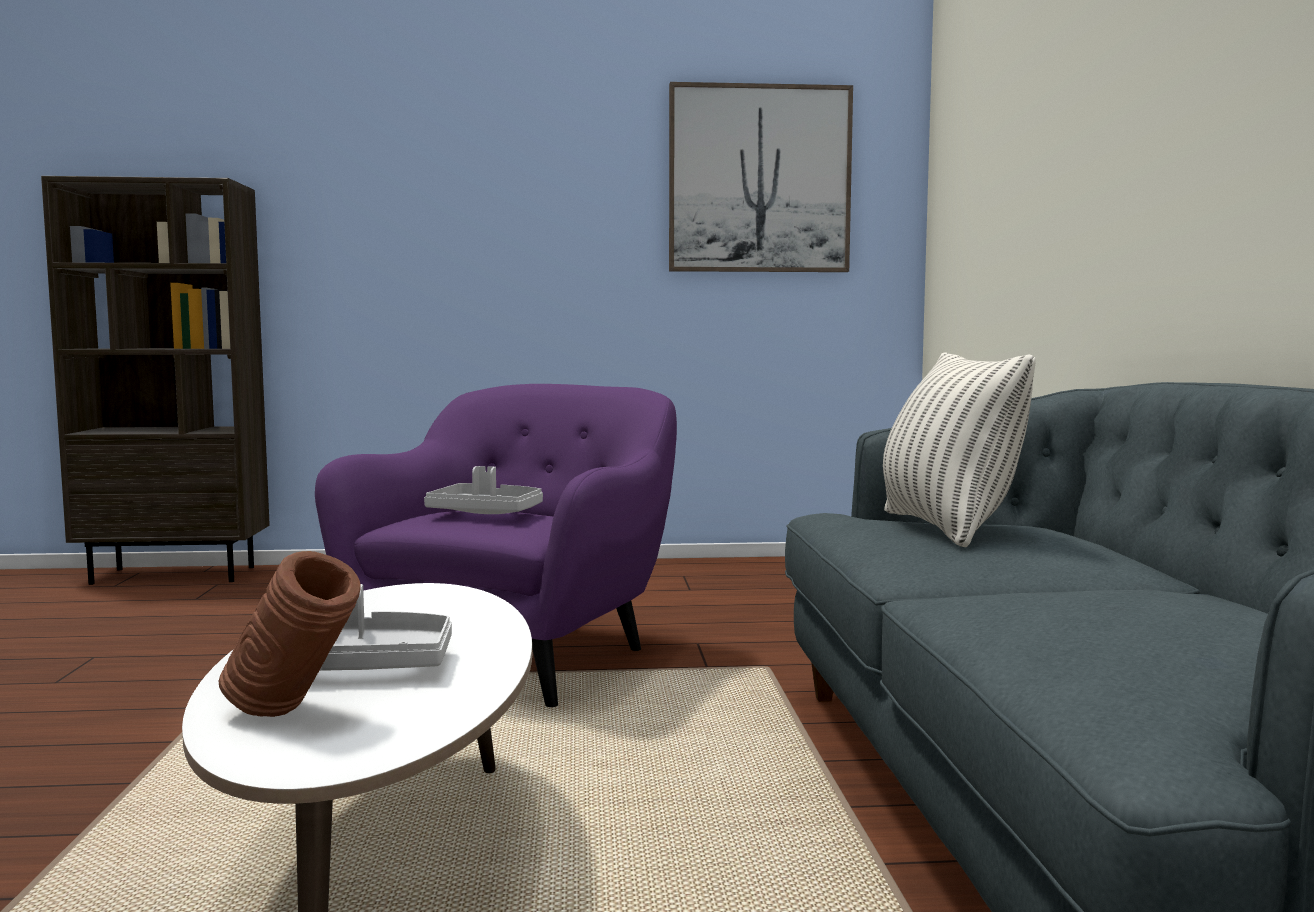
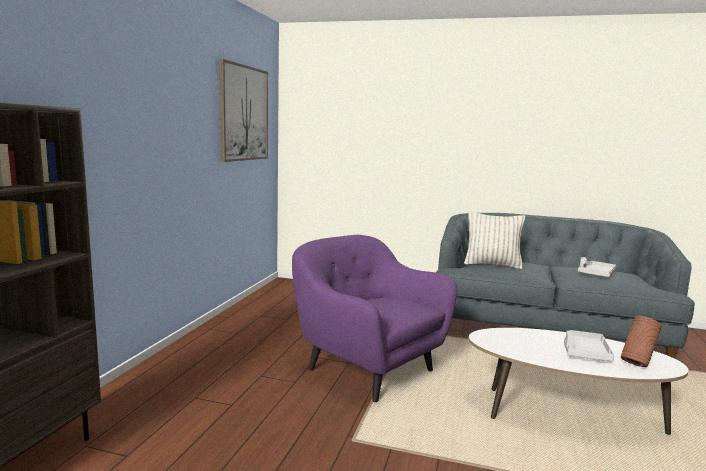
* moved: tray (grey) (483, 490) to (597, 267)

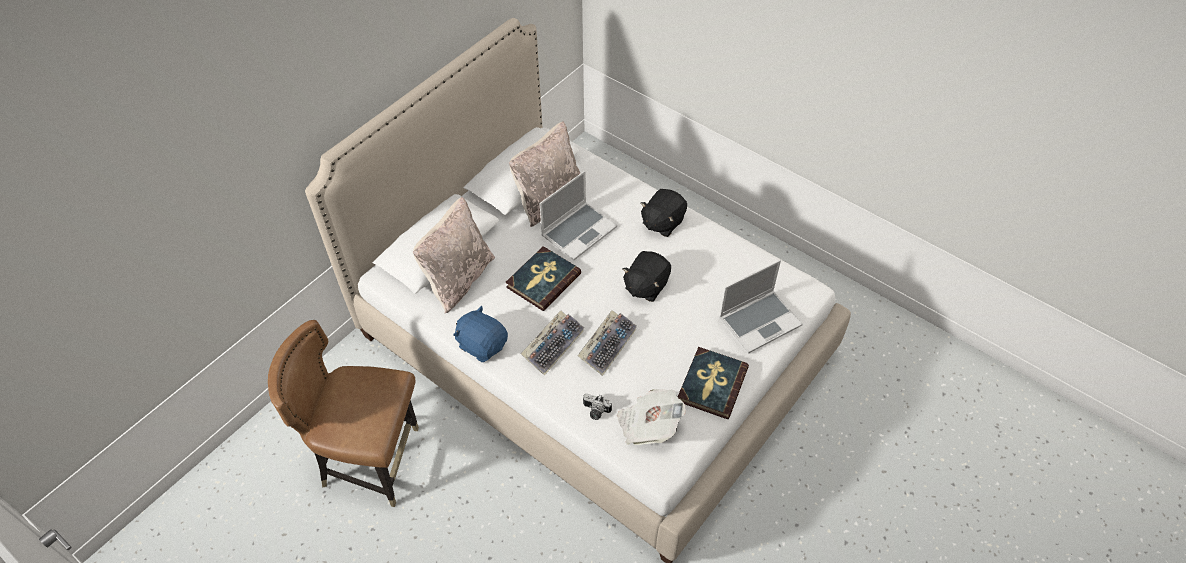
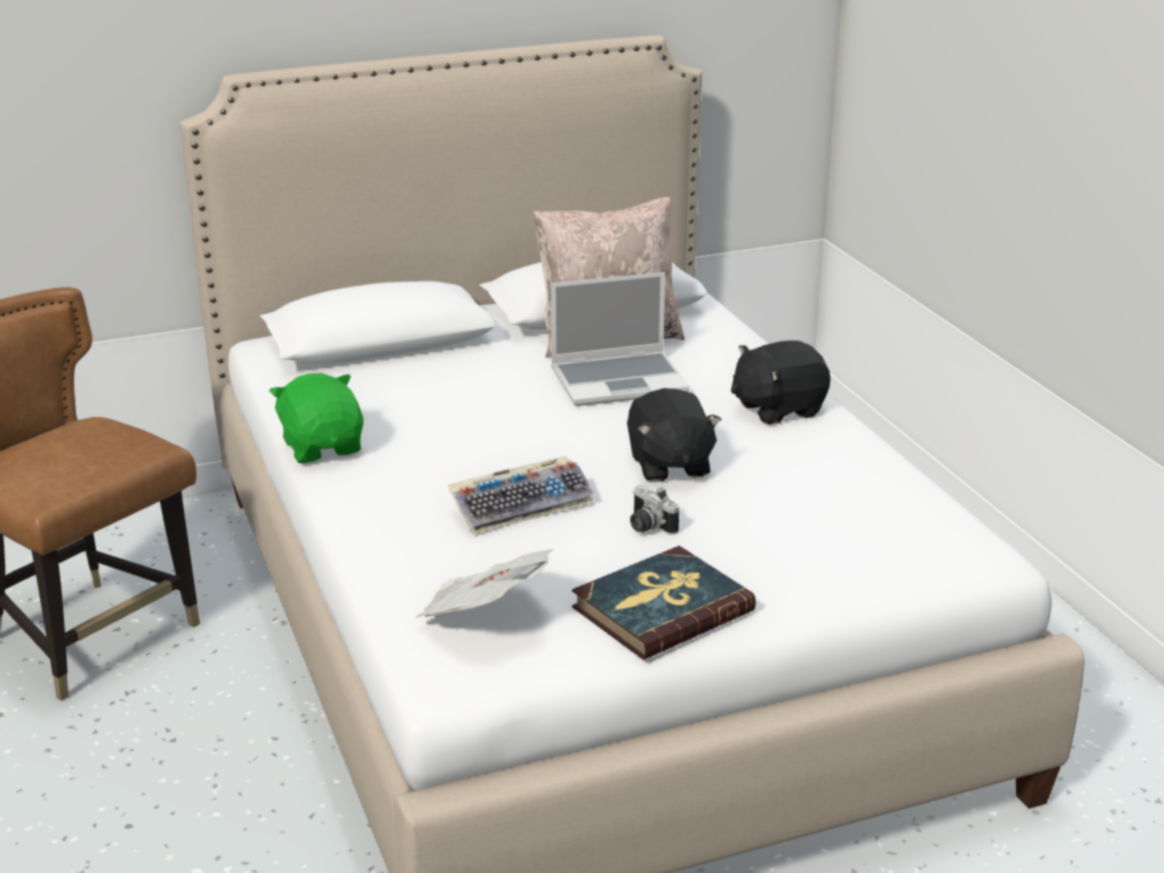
* removed: pillow (beige) (454, 255)
* recoloured: plush toy (blue) (480, 333) to plush toy (green) (316, 418)
* removed: book (543, 278)
* removed: keyboard (552, 343)
* moved: photo camera (597, 406) to (654, 510)
* turned: plush toy (black) (646, 276) = (674, 435) 75 degrees counterclockwise
* removed: laptop (761, 306)

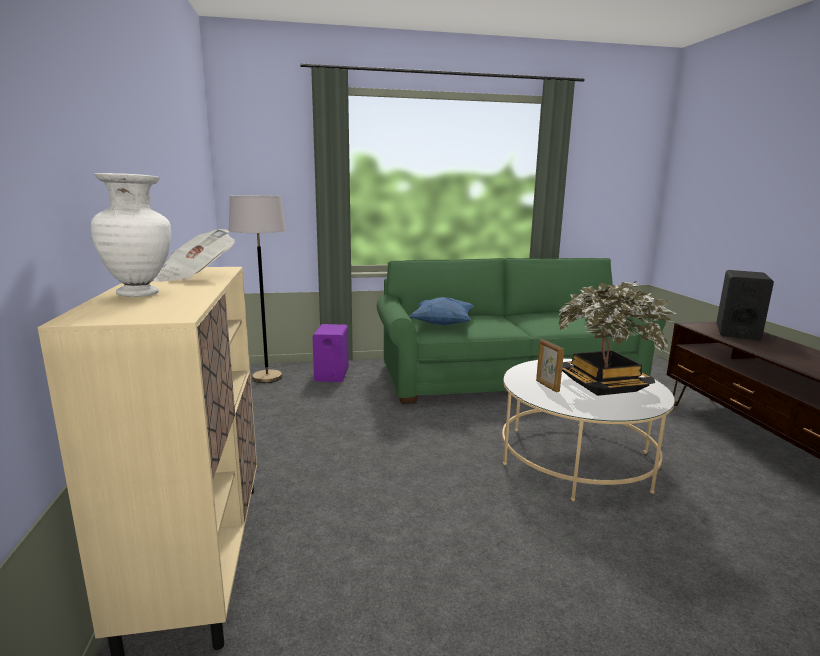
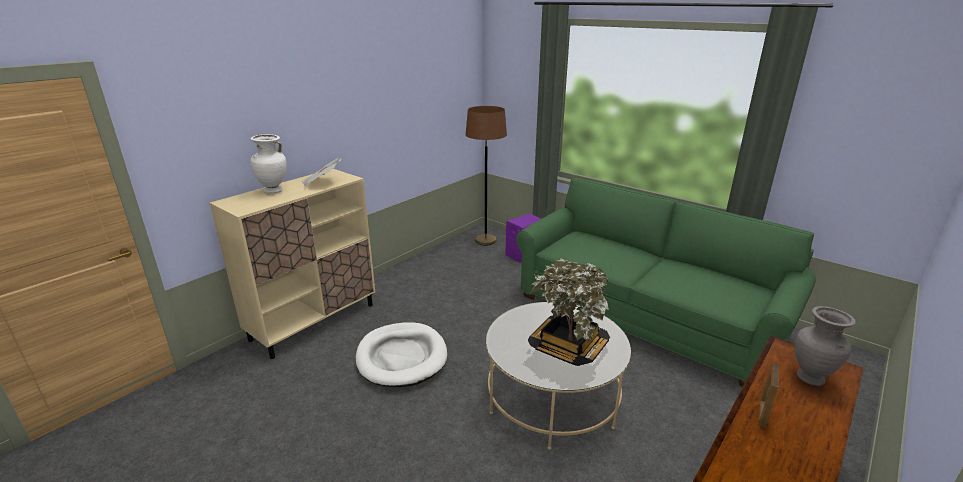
* recoloured: floor lamp (grey) (257, 289) to floor lamp (brown) (486, 175)
* removed: pillow (blue) (441, 311)
* moved: picture frame (550, 365) to (769, 395)
* replaced: speaker (black) (745, 305) to vase (grey) (825, 346)
* added: dog bed (white) (401, 355)

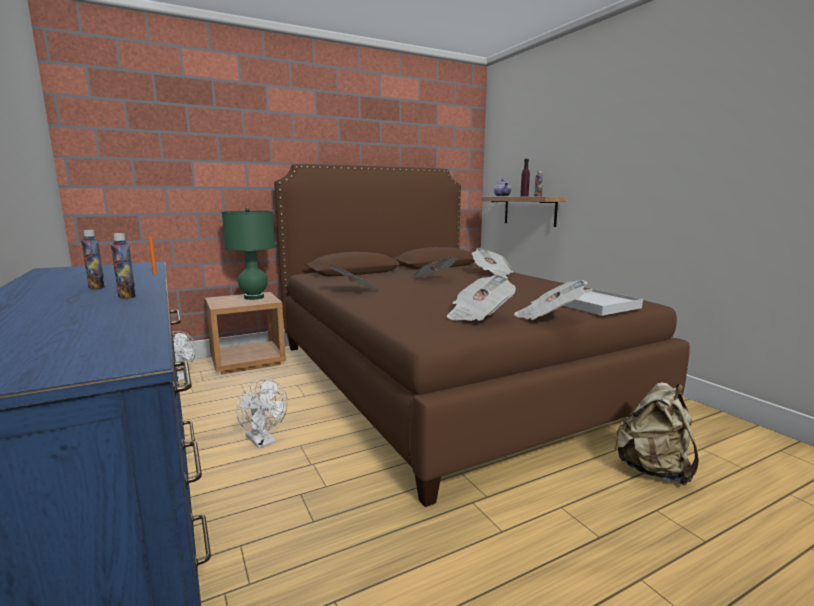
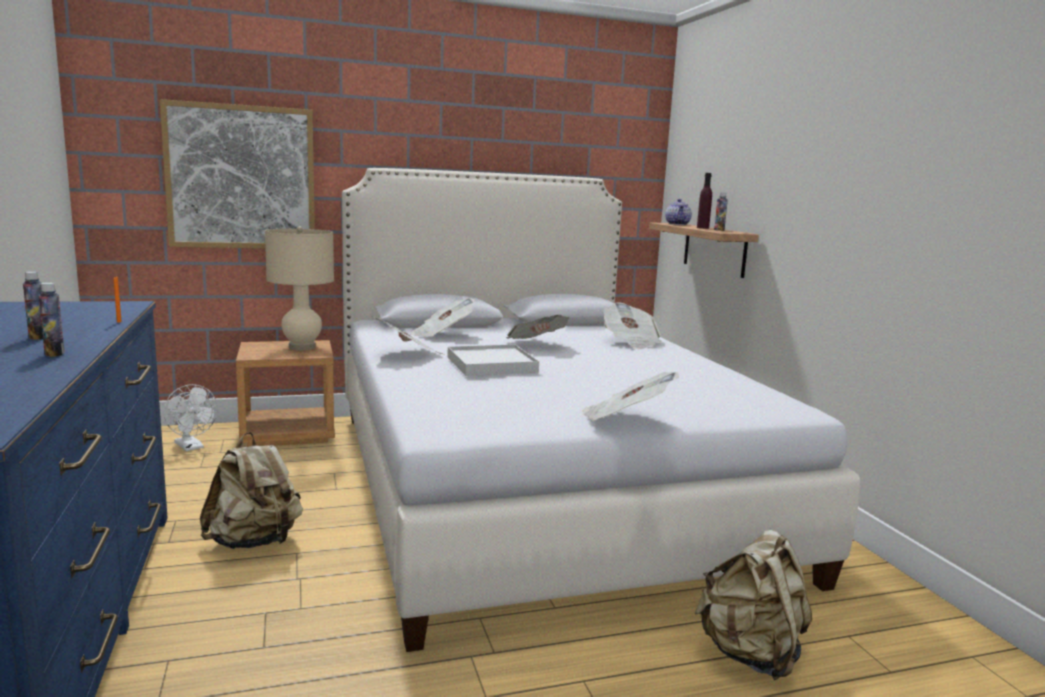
* recoloured: table lamp (green) (248, 254) to table lamp (beige) (299, 288)
* replaced: fan (white) (262, 413) to backpack (beige) (251, 490)
* recoloured: bed (brown) (482, 335) to bed (white) (601, 410)
* moved: newspaper (481, 298) to (442, 317)
* moved: tray (white) (603, 302) to (493, 360)
* added: picture (237, 173)

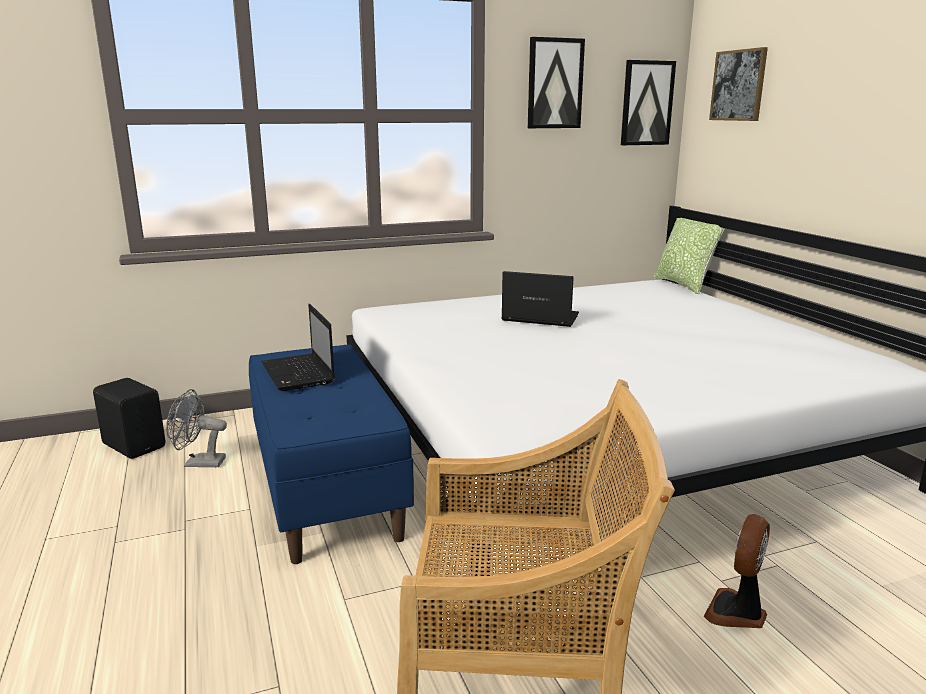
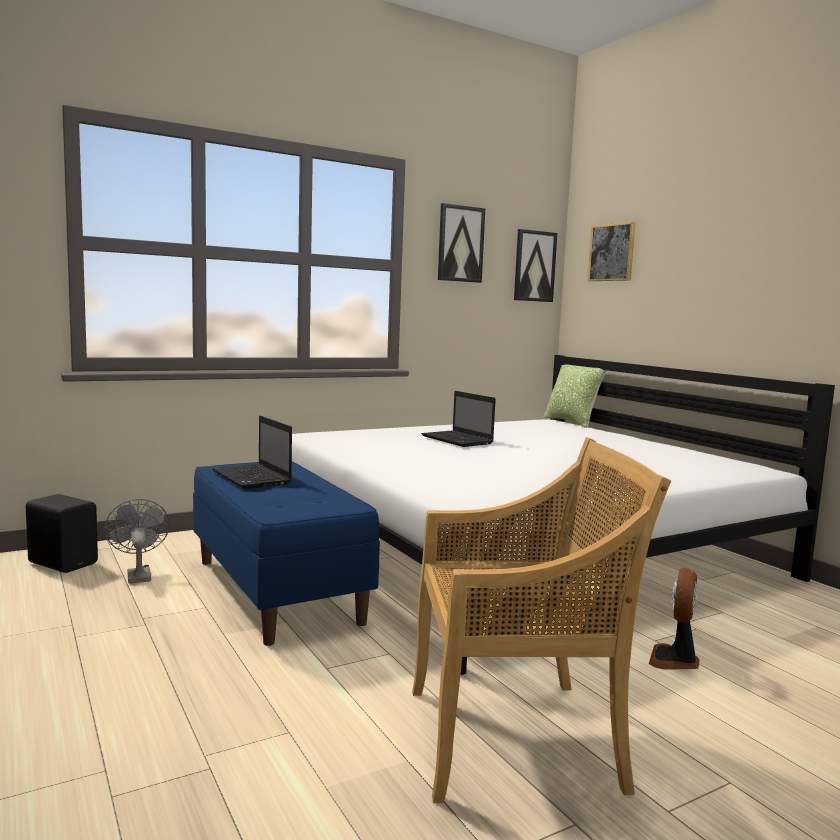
* turned: fan (grey) (196, 428) = (137, 541) 75 degrees clockwise
* turned: laptop (540, 299) = (459, 419) 135 degrees counterclockwise

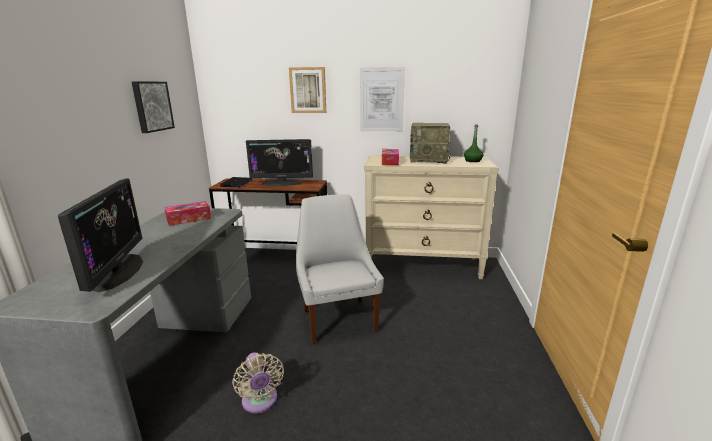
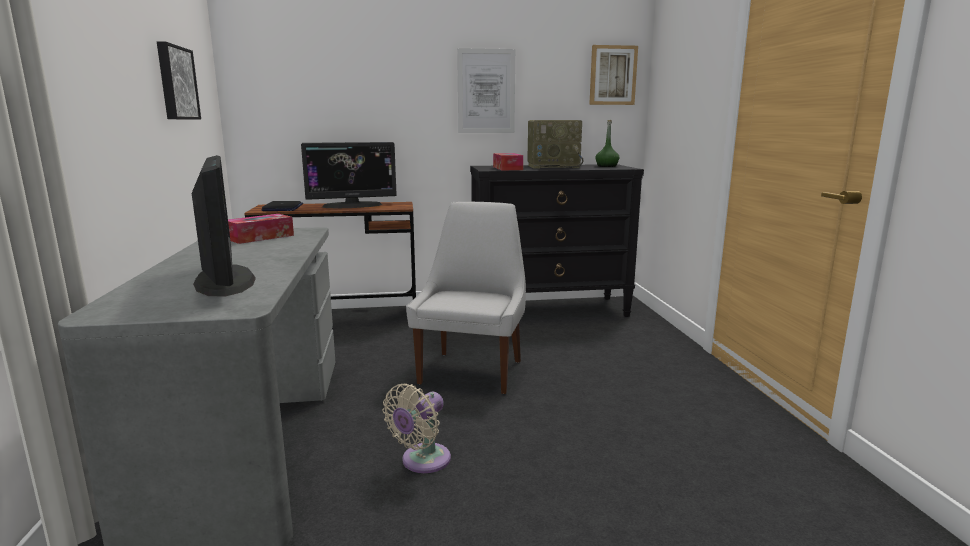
* turned: fan (beige) (258, 382) = (417, 428) 75 degrees clockwise
* moved: picture (307, 90) to (613, 75)
* turned: chair (white) (340, 269) = (466, 298) 45 degrees clockwise
* recoloured: dresser (beige) (431, 217) to dresser (black) (557, 240)

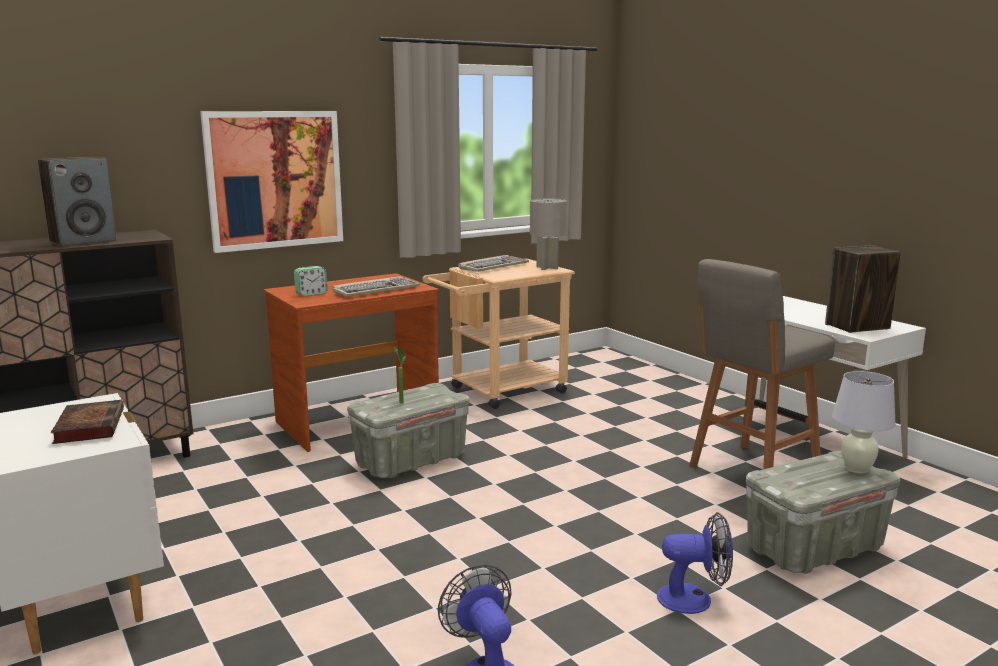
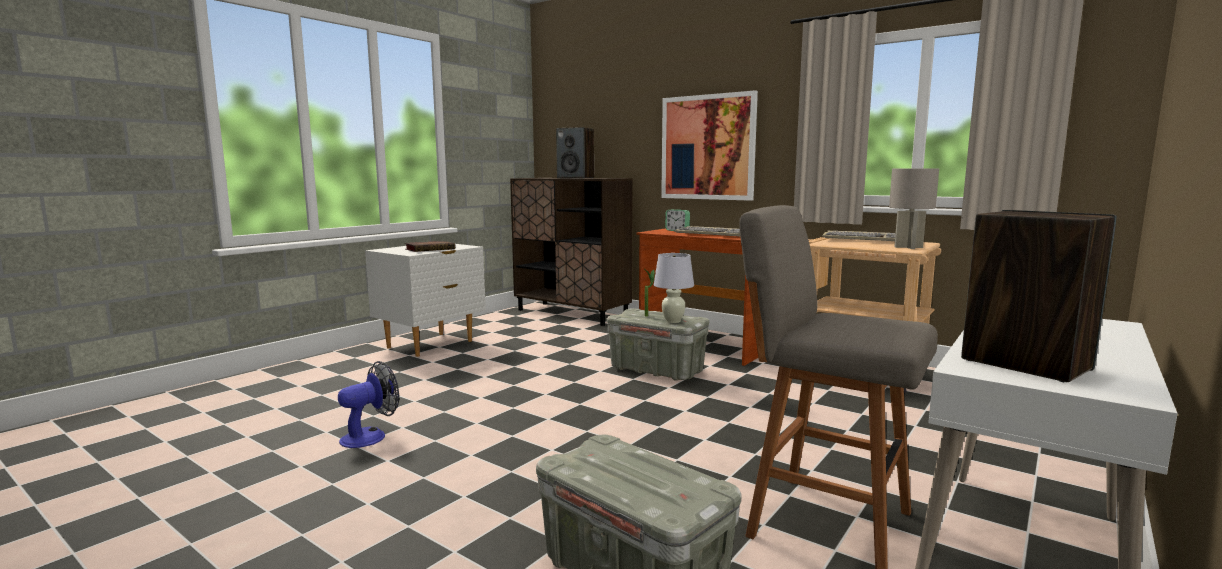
* removed: fan (695, 563)
* moved: table lamp (white) (864, 422) to (674, 288)

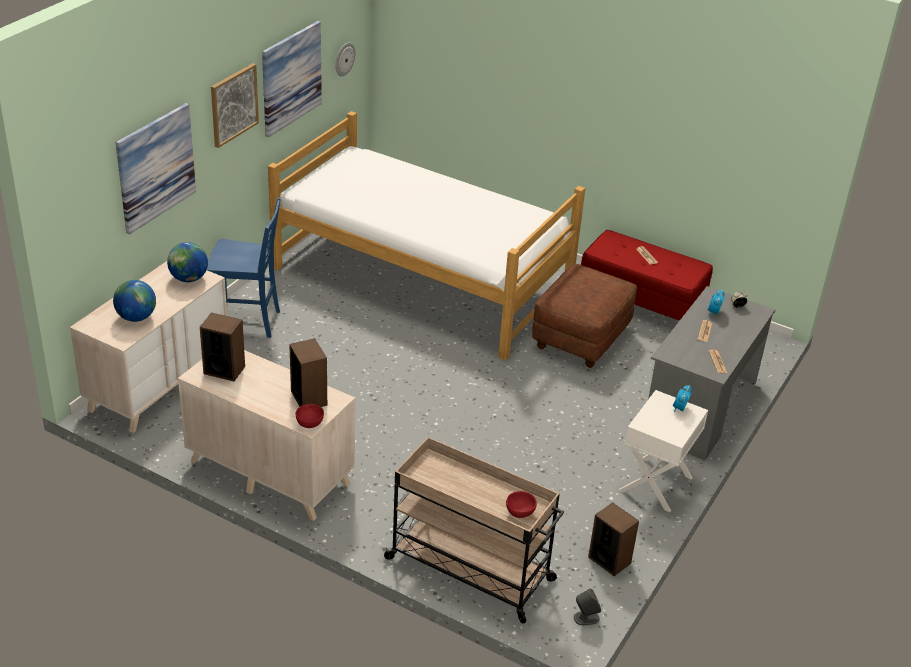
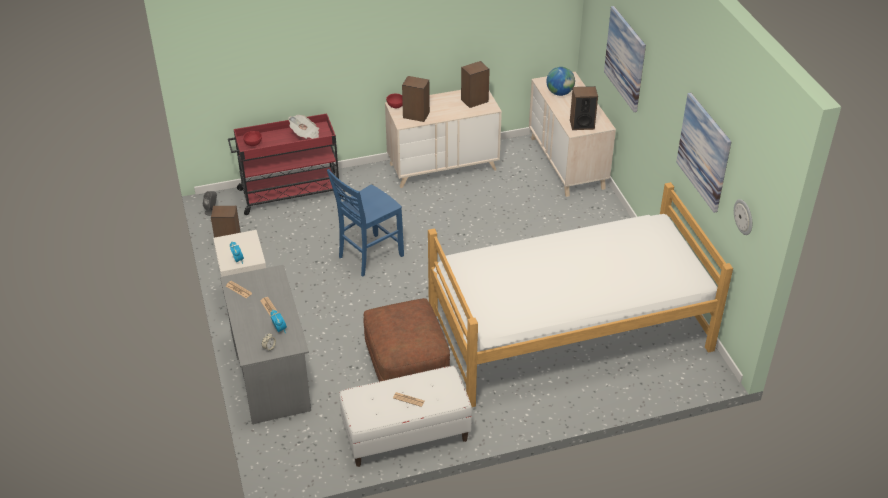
* replaced: globe (187, 262) to speaker (584, 108)
* moved: chair (blue) (244, 267) to (365, 222)
* removed: picture (235, 105)
* recoloured: cart (beige) (473, 530) to cart (red) (287, 164)
* recoloured: bench (red) (647, 275) to bench (white) (405, 416)
* added: newspaper (303, 127)

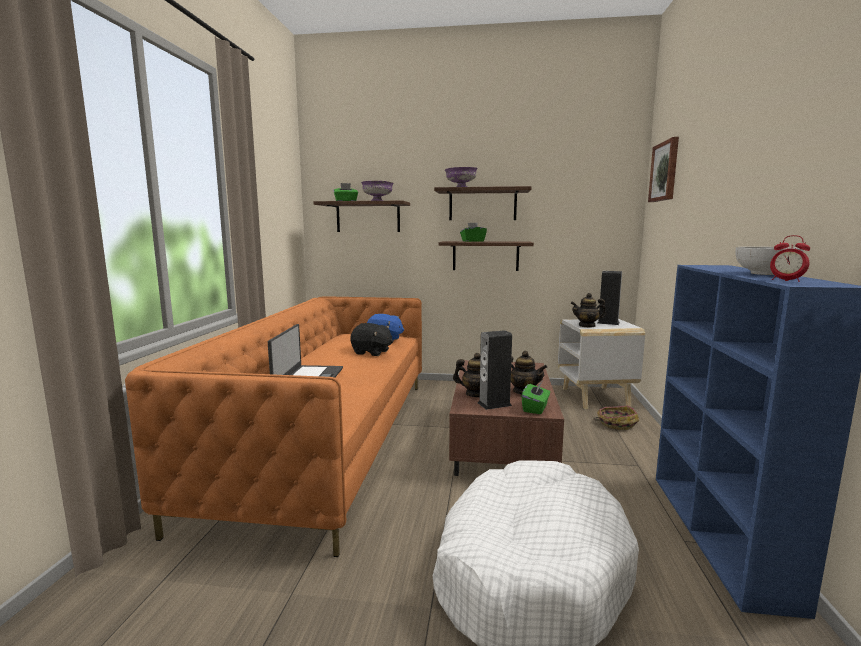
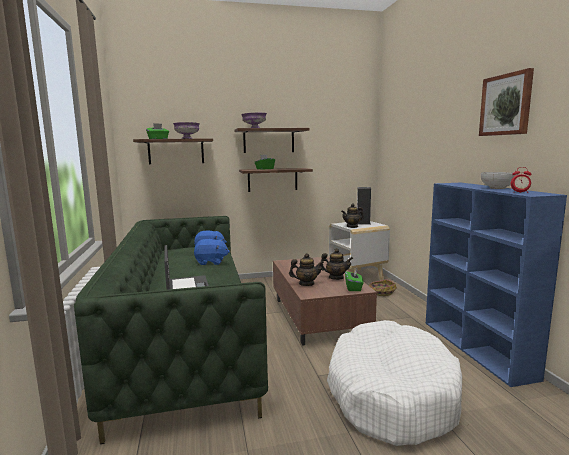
* recoloured: sofa (orange) (273, 426) to sofa (green) (171, 330)
* recoloured: plush toy (black) (371, 339) to plush toy (blue) (212, 252)
* removed: speaker (494, 370)
* moved: picture (663, 169) to (506, 102)

